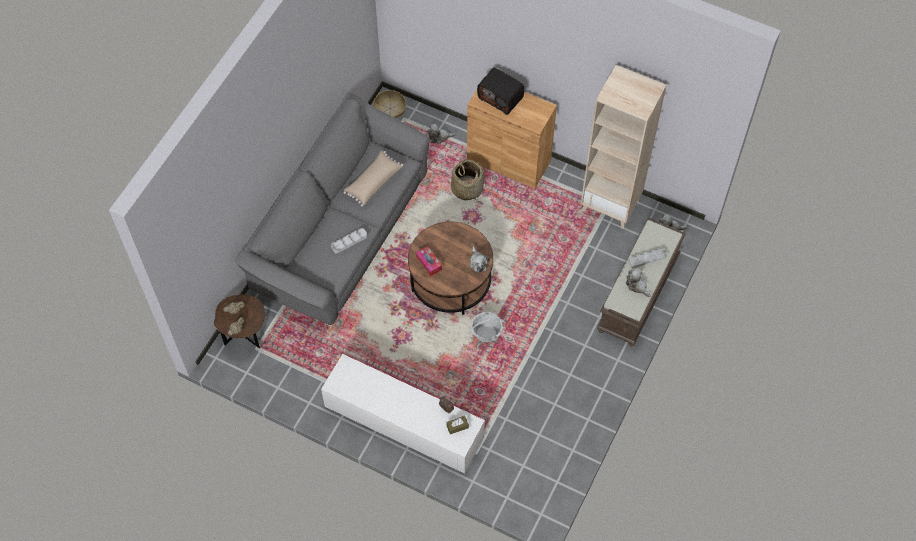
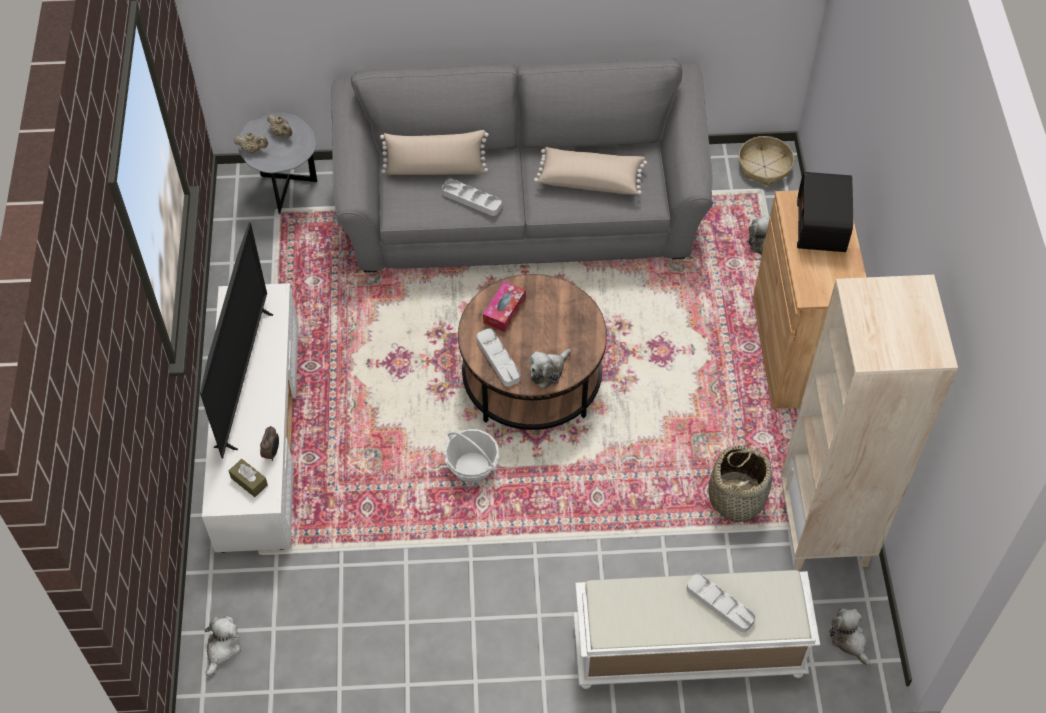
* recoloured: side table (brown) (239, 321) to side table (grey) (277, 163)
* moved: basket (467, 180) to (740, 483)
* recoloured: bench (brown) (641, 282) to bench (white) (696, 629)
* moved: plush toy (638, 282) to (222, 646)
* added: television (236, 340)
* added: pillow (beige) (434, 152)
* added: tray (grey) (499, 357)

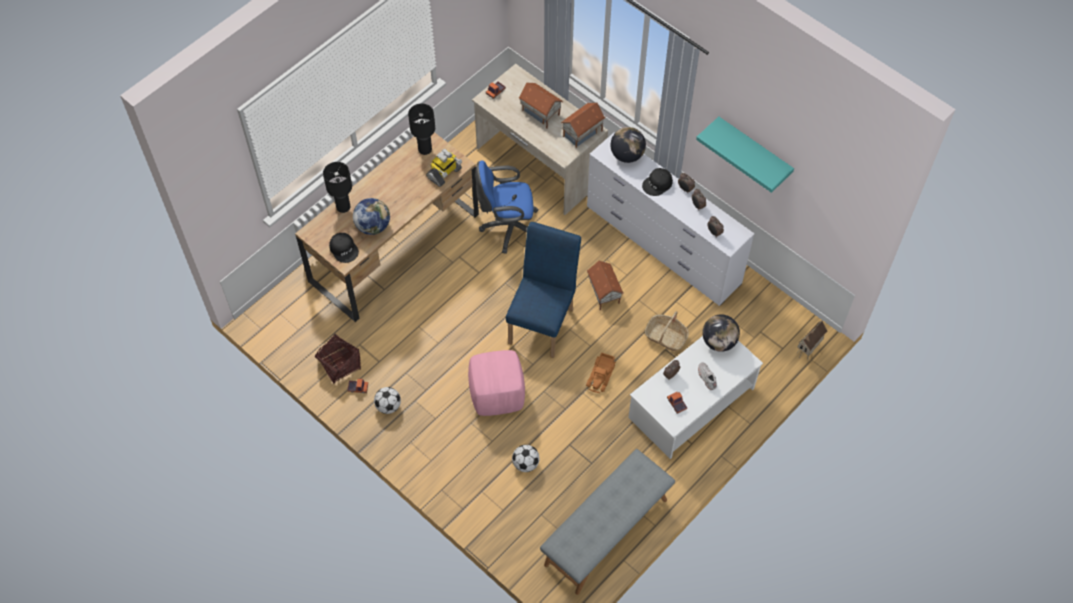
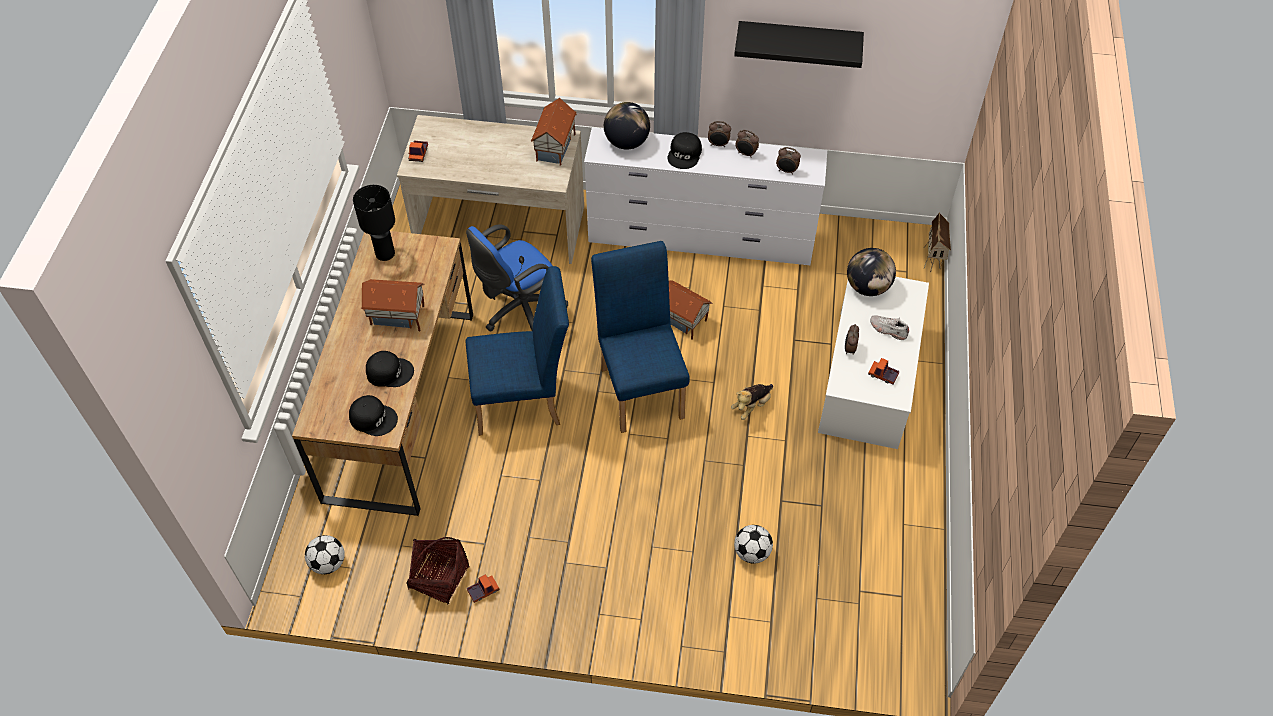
* removed: table lamp (black) (337, 187)
* replaced: globe (371, 216) to cap (black) (390, 369)
* moved: football (387, 400) to (325, 554)
* removed: toy robot (444, 168)
* removed: ottoman (pink) (496, 383)
* moved: toy house (540, 106) to (392, 305)
* removed: bench (grey) (607, 522)
* replaced: toy truck (601, 372) to plush toy (752, 402)
* removed: basket (667, 331)
* recoloured: shelf (turquoise) (745, 155) to shelf (black) (799, 44)
* added: chair (blue) (517, 351)

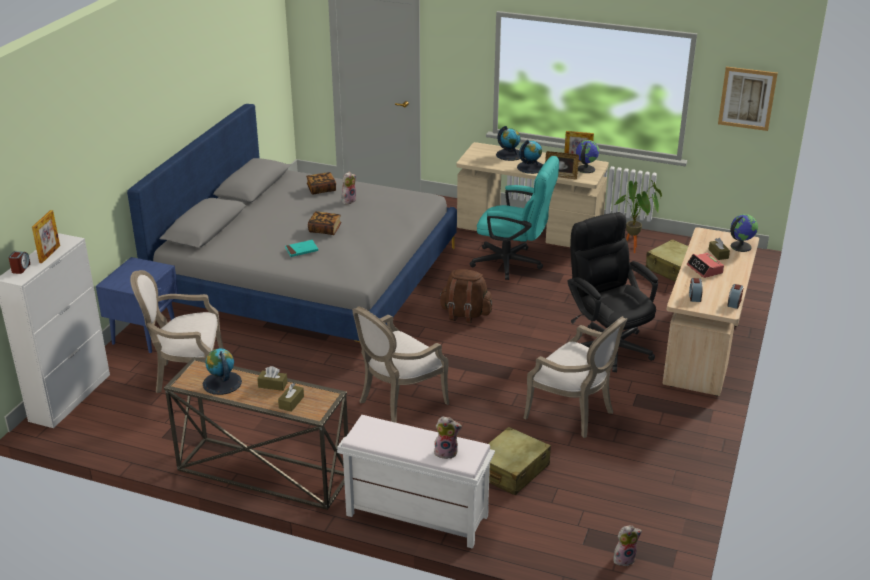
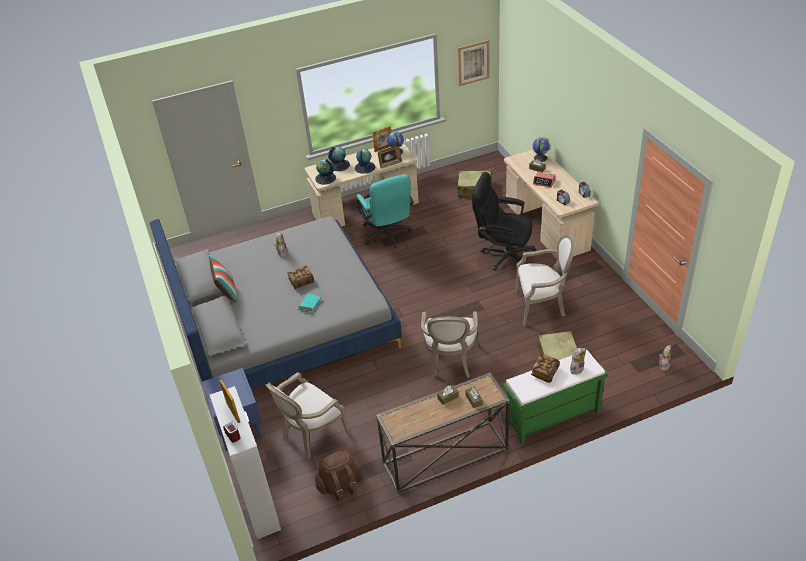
* moved: globe (222, 371) to (325, 171)
* moved: book (321, 183) to (545, 368)
* recoloured: bench (white) (416, 482) to bench (green) (555, 397)
* moved: backpack (brown) (465, 296) to (338, 475)
* turned: office chair (turquoise) (514, 218) = (385, 211) 90 degrees clockwise
* removed: potted plant (638, 216)
* added: pillow (223, 279)

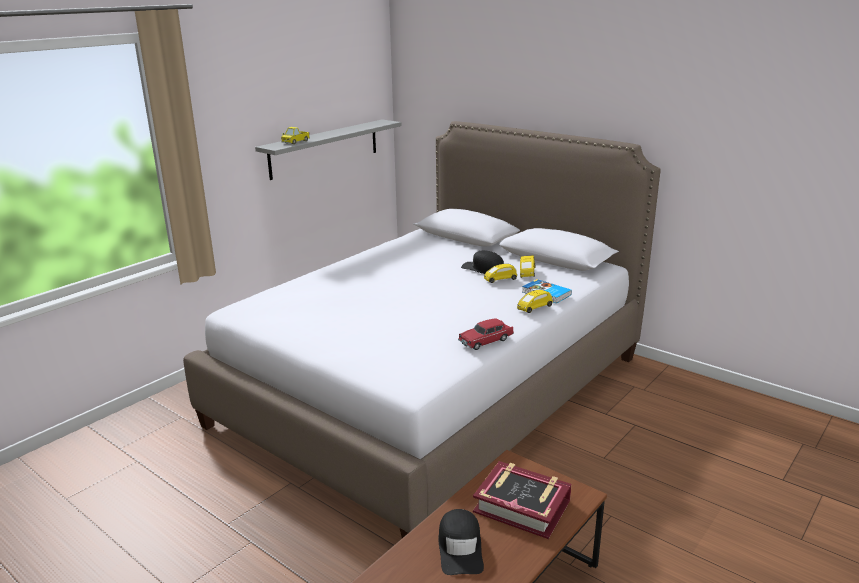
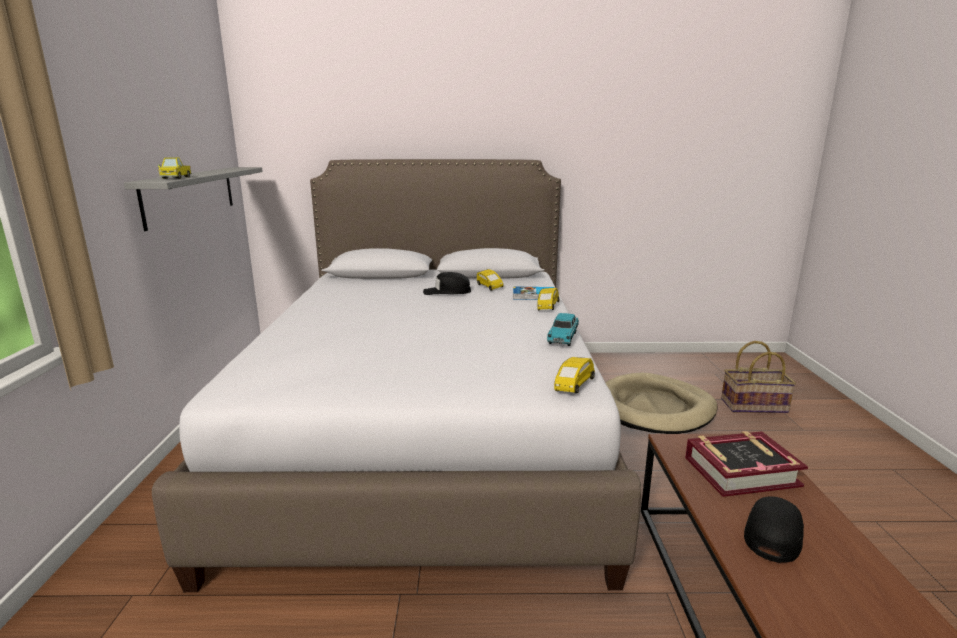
* turned: cap (black) (461, 542) = (774, 529) 105 degrees counterclockwise
* recoloured: toy car (red) (486, 334) to toy car (turquoise) (563, 329)
* moved: toy car (yellow) (500, 273) to (574, 375)
* added: dog bed (beige) (661, 403)
* added: basket (758, 377)

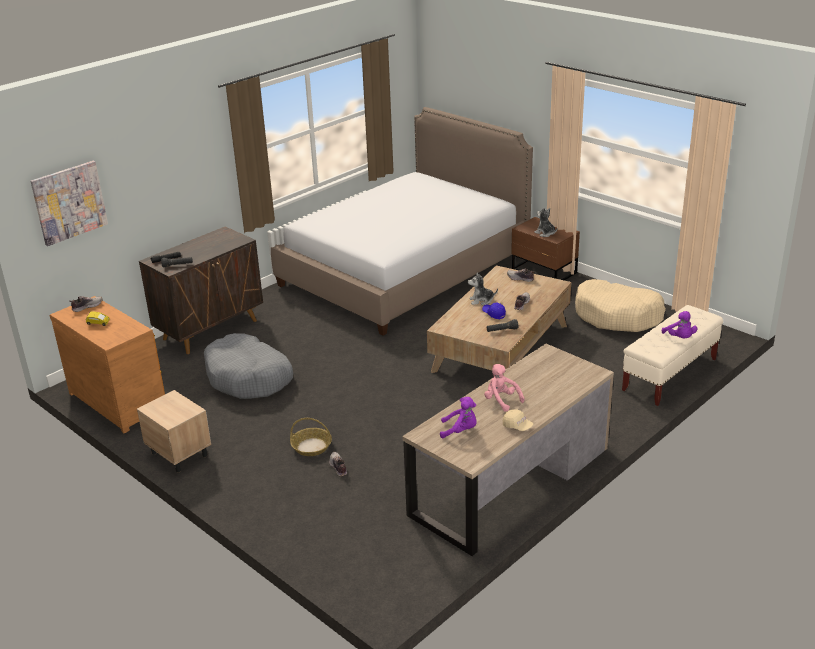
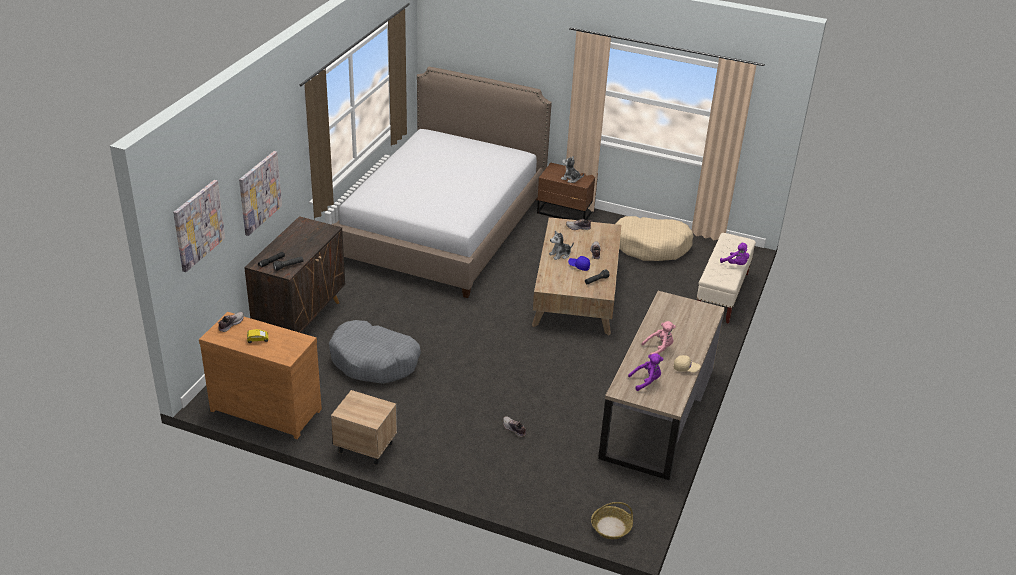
* moved: basket (311, 437) to (612, 520)
* turned: plush toy (pink) (504, 388) = (658, 338) 135 degrees clockwise
* added: picture (260, 193)

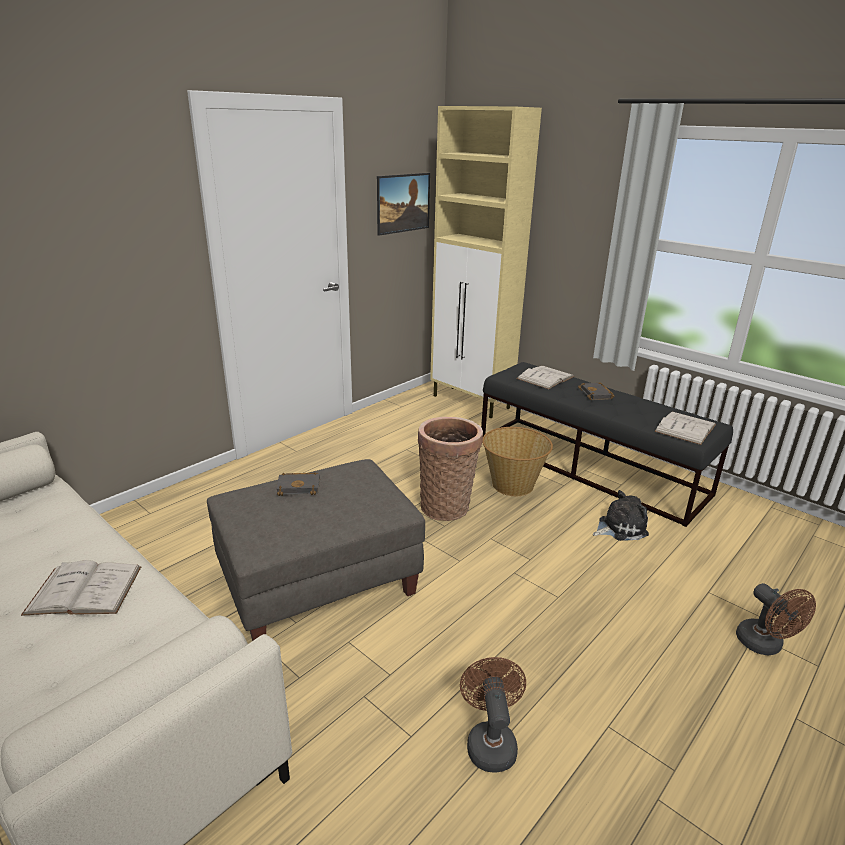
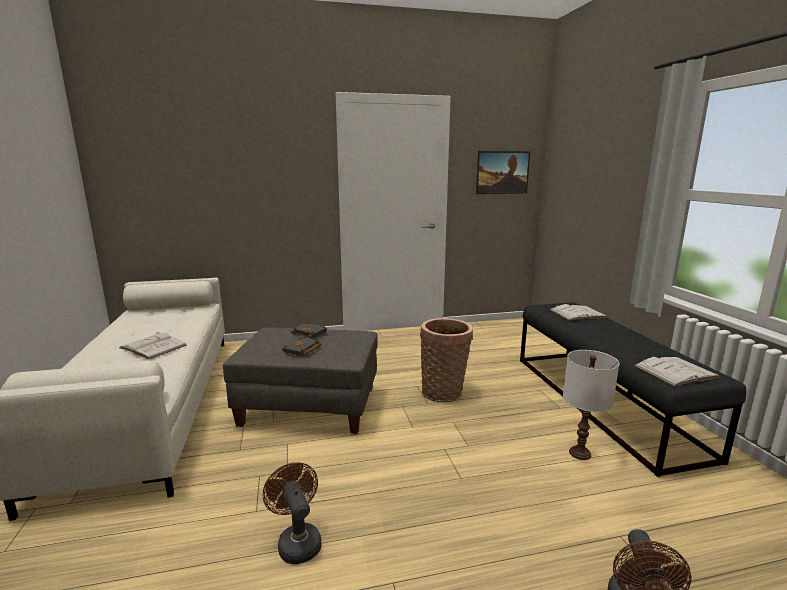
* removed: cabinet (beige) (486, 262)
* turned: fan (brown) (493, 715) = (292, 513) 60 degrees counterclockwise
* removed: basket (517, 461)
* moved: book (black) (596, 391) to (301, 347)
* replaced: plush toy (621, 515) to table lamp (white) (591, 405)

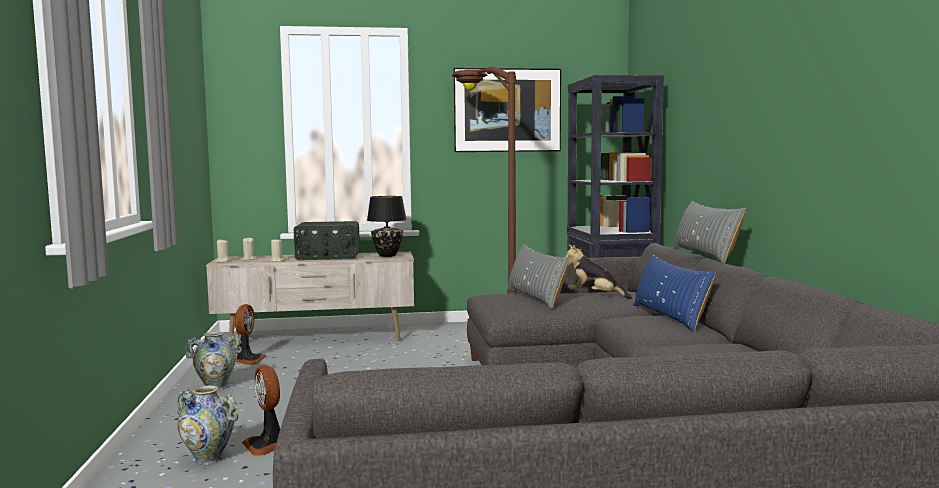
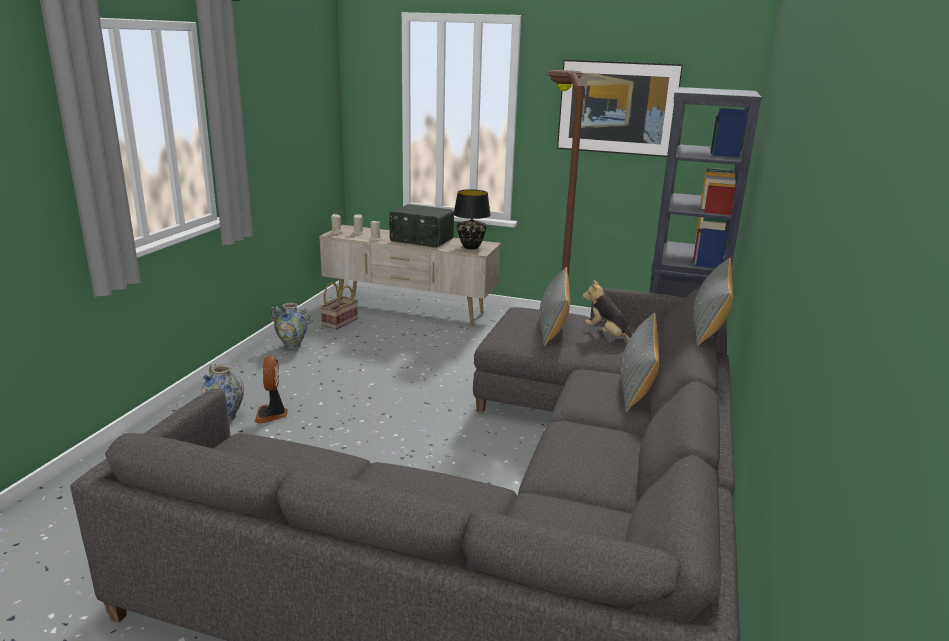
* replaced: fan (250, 334) to basket (339, 306)
* recoloured: pillow (blue) (674, 293) to pillow (grey) (640, 362)

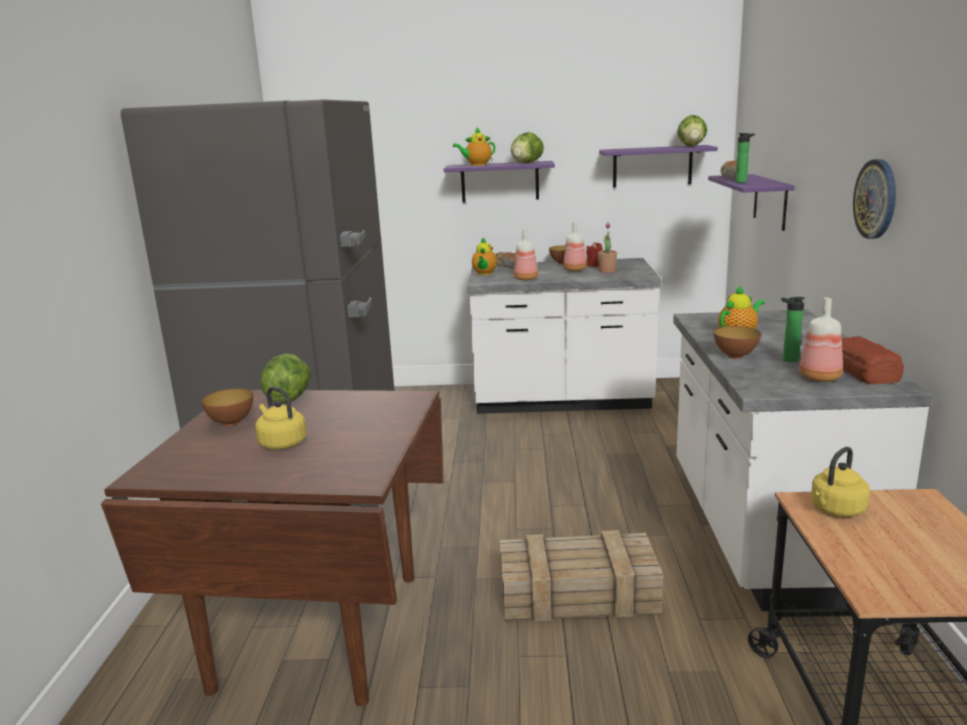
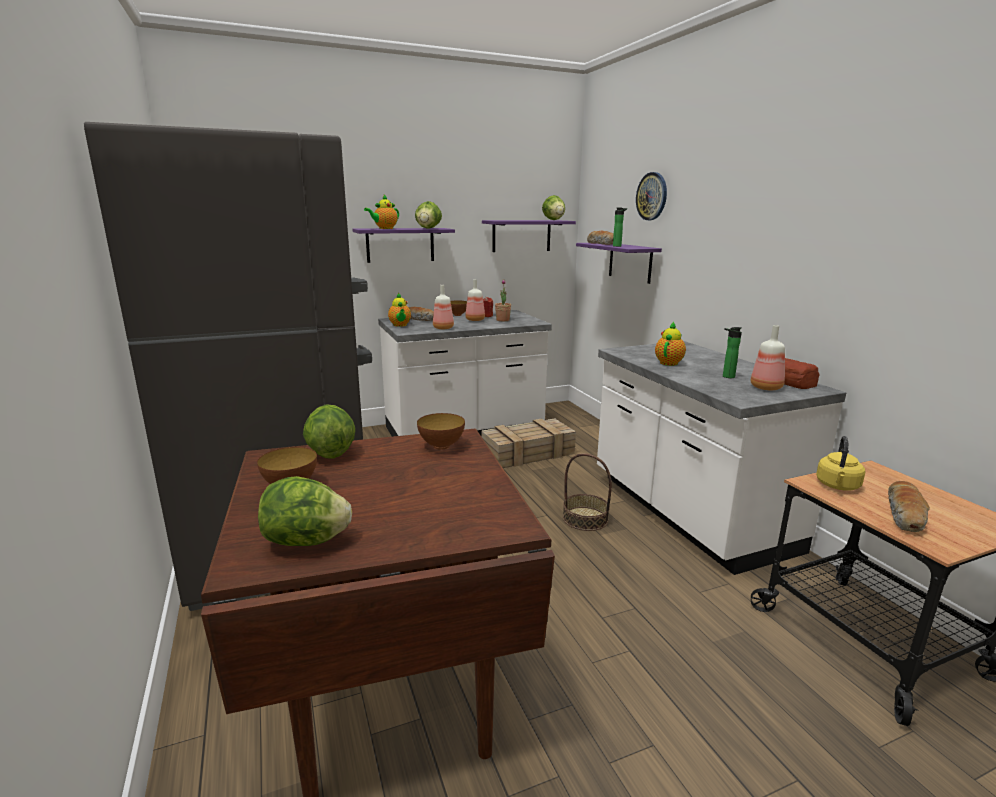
* removed: kettle (yellow) (281, 418)
* moved: crate (581, 575) to (528, 443)
* moved: bowl (737, 342) to (441, 431)
* moved: wall clock (874, 199) to (651, 196)
* added: lettuce (305, 511)
* added: basket (587, 492)
* added: bread (909, 506)

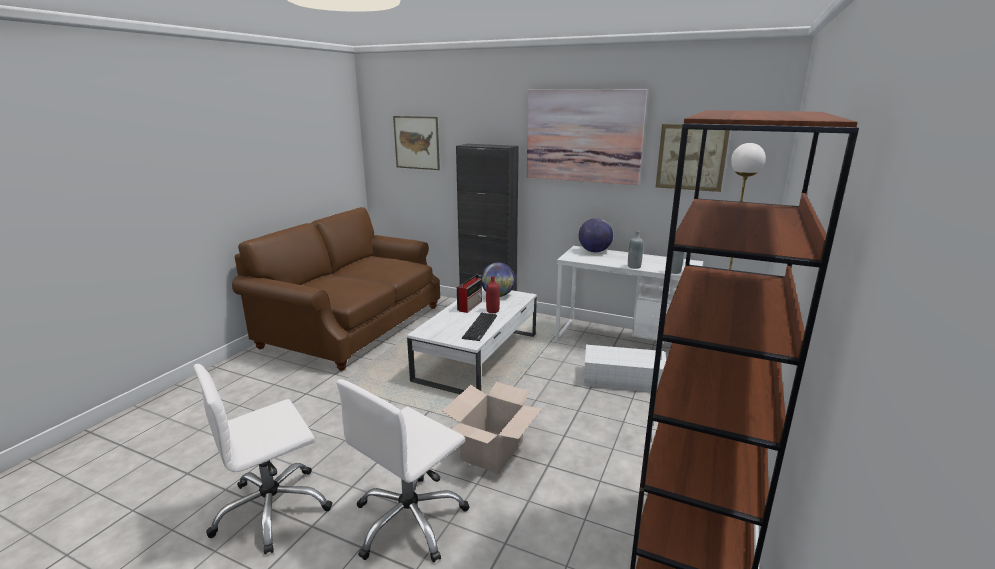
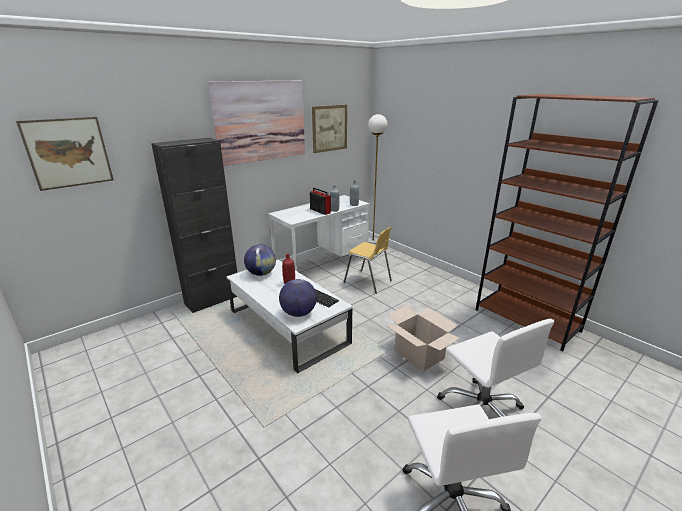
* removed: sofa (brown) (336, 289)
* moved: radio (469, 293) to (320, 201)
* moved: globe (596, 235) to (298, 298)
* replaced: storage box (white) (625, 368) to chair (yellow) (367, 260)

